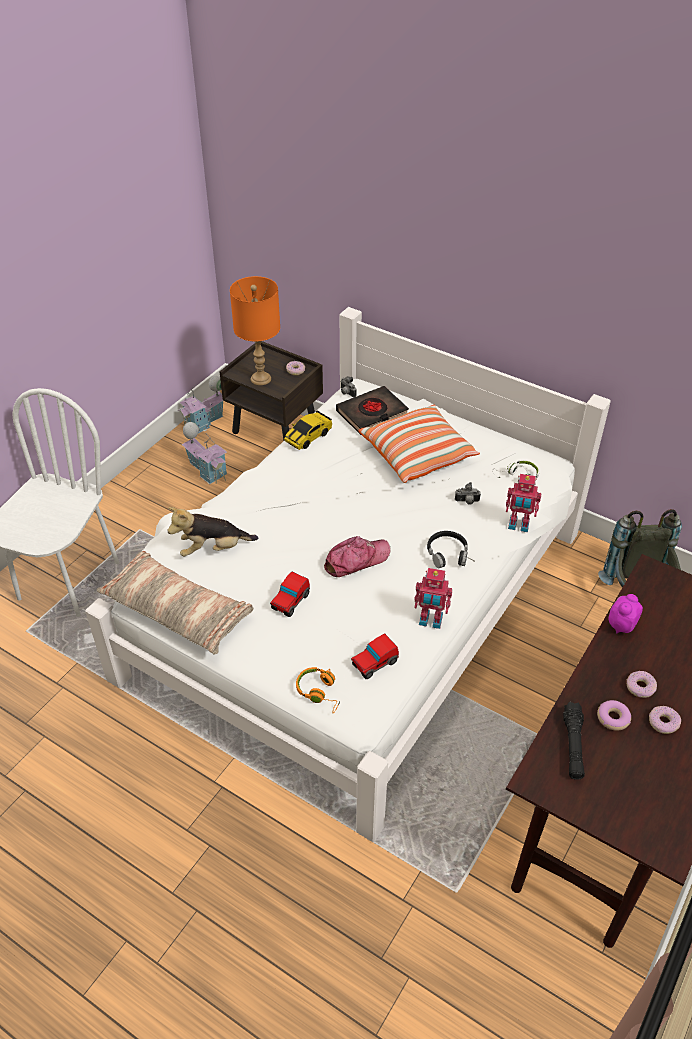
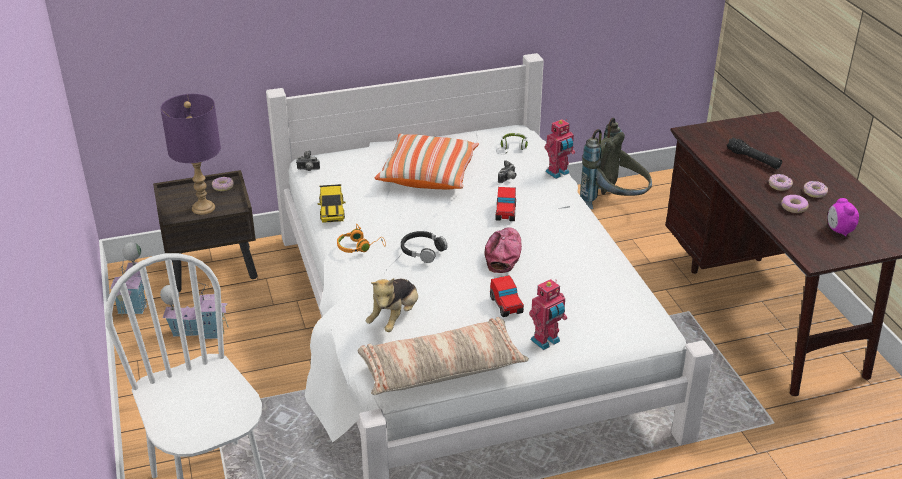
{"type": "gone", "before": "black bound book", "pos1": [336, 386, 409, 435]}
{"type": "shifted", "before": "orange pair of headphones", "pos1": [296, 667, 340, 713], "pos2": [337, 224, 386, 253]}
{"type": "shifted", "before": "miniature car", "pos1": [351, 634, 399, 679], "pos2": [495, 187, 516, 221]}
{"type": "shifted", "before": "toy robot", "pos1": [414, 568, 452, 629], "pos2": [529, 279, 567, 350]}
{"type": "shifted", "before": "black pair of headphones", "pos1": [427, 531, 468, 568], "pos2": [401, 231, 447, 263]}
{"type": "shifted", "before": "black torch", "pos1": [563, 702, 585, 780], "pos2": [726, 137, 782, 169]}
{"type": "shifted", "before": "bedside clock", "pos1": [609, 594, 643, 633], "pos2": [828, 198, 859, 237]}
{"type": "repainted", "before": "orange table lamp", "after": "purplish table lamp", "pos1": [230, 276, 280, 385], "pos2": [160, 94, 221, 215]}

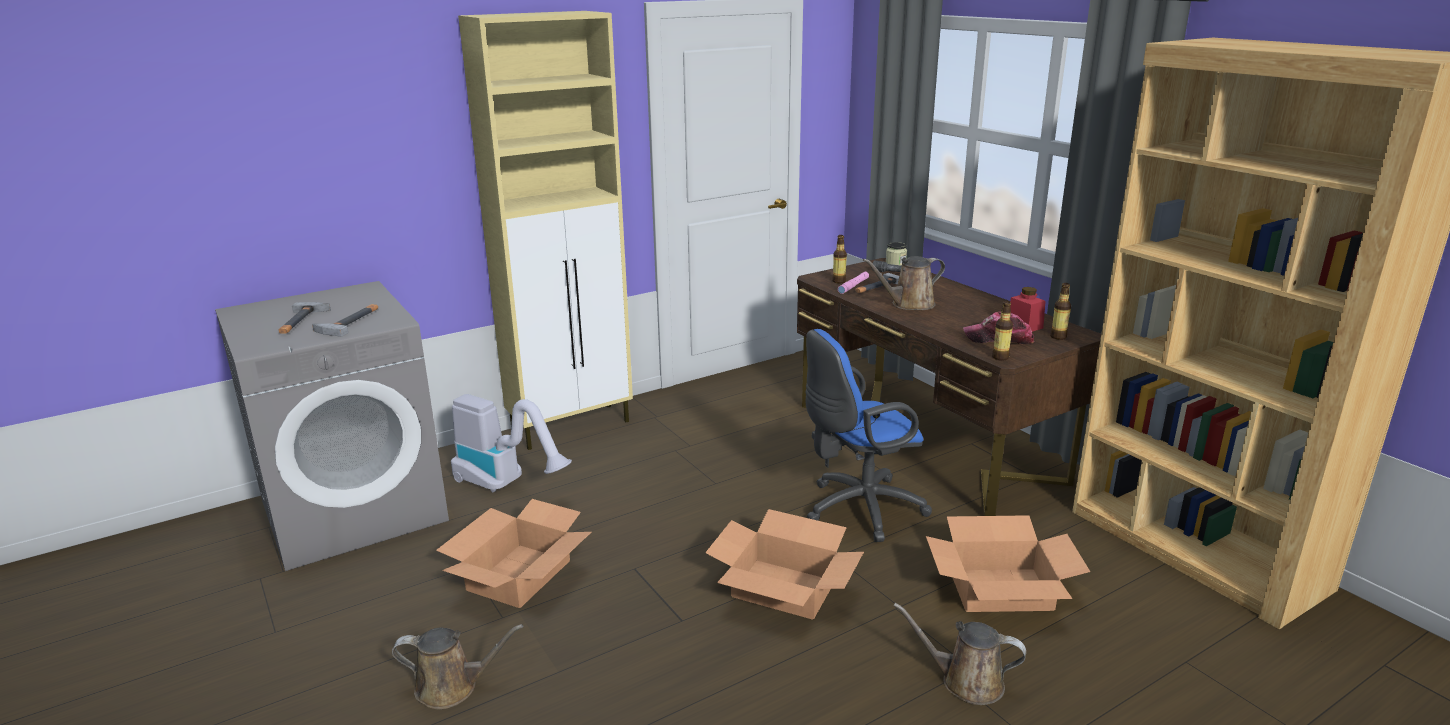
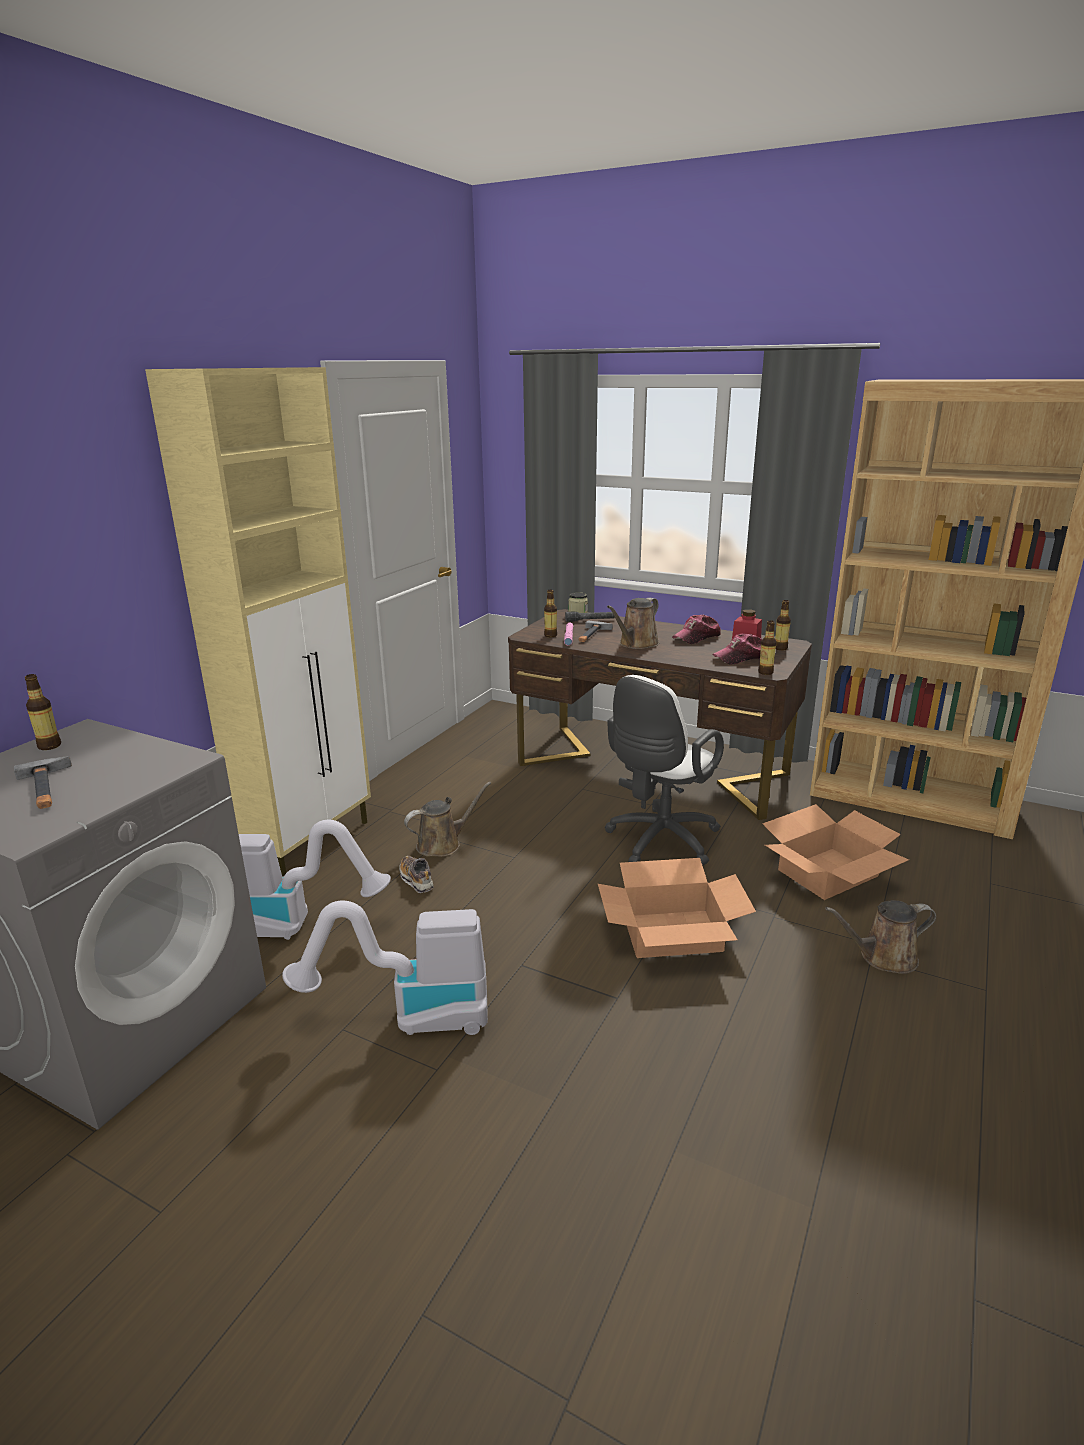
{"type": "gone", "before": "tool hammer", "pos1": [312, 304, 378, 337]}
{"type": "new", "after": "bottle", "pos2": [25, 674, 61, 750]}
{"type": "new", "after": "low shoe", "pos2": [399, 856, 433, 893]}
{"type": "new", "after": "cap", "pos2": [672, 614, 721, 644]}
{"type": "shifted", "before": "brown watering can", "pos1": [392, 624, 523, 709], "pos2": [404, 782, 491, 857]}
{"type": "swapped", "before": "carton", "after": "vacuum", "pos1": [436, 499, 591, 608], "pos2": [282, 901, 488, 1035]}
{"type": "repainted", "before": "bluish office chair", "after": "white-coloured office chair", "pos1": [806, 329, 932, 542], "pos2": [604, 675, 724, 866]}

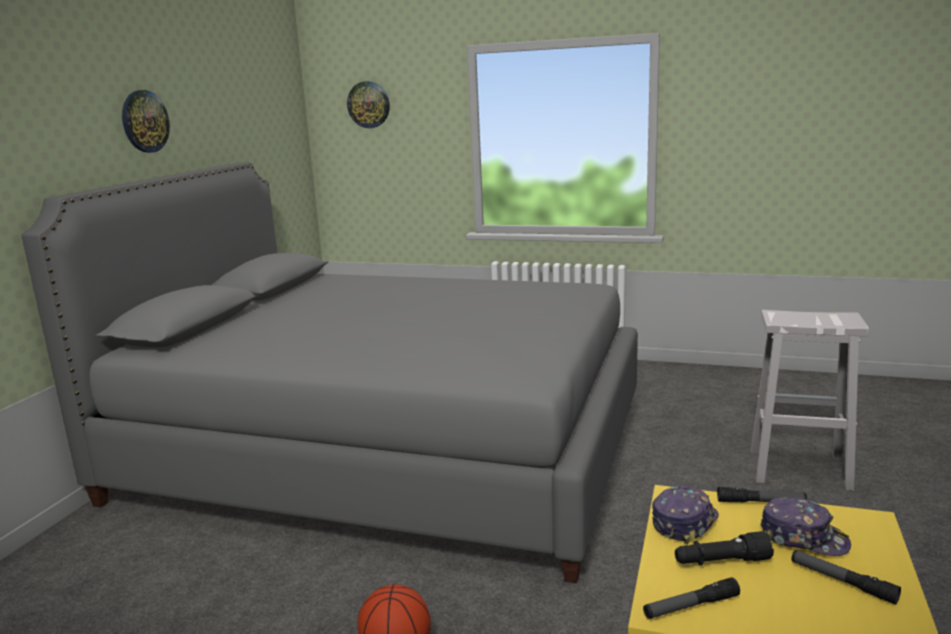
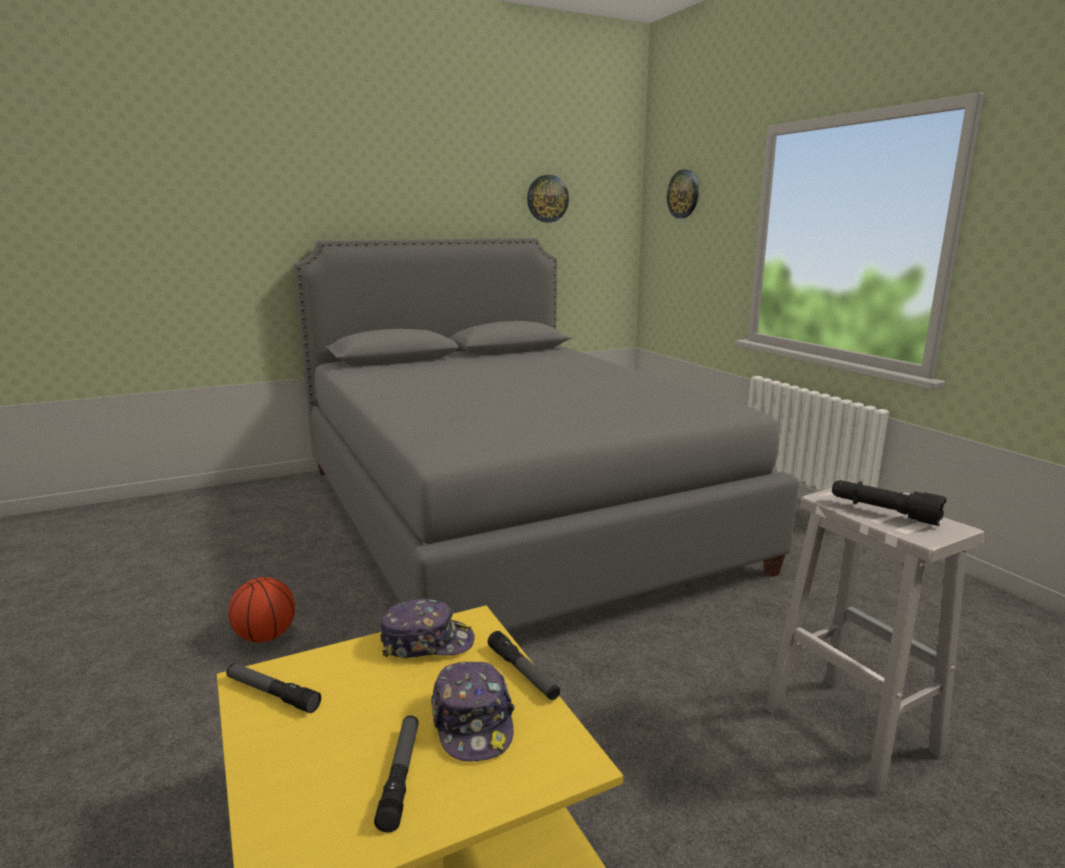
{"type": "shifted", "before": "wall clock", "pos1": [122, 90, 170, 153], "pos2": [527, 175, 569, 222]}
{"type": "shifted", "before": "black torch", "pos1": [675, 531, 774, 565], "pos2": [832, 480, 946, 526]}

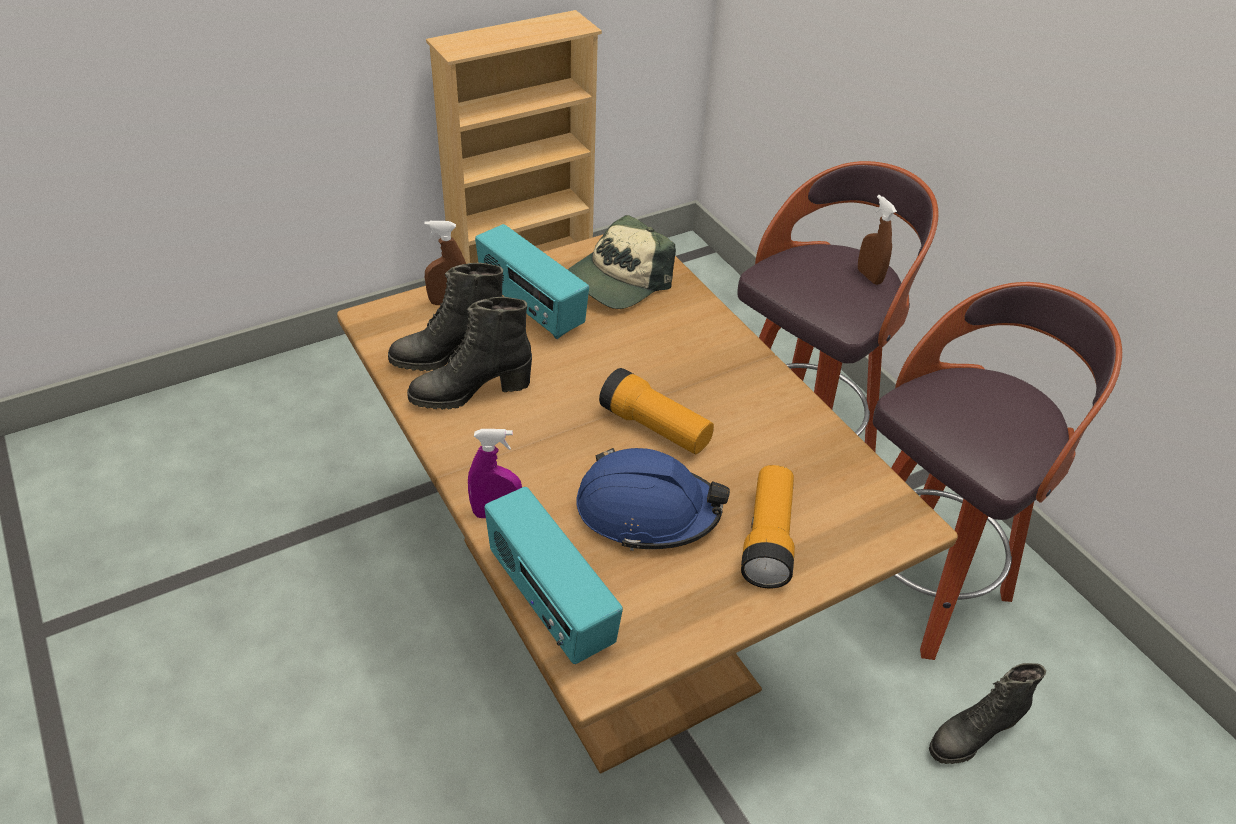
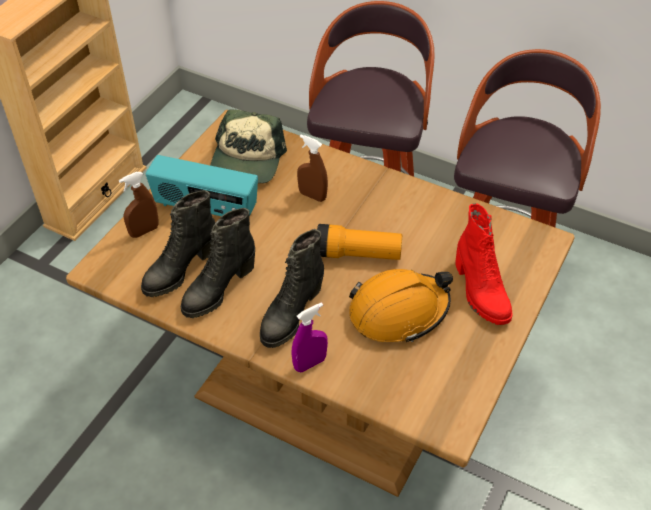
{"type": "gone", "before": "radio receiver", "pos1": [484, 487, 623, 664]}
{"type": "shifted", "before": "brown spray bottle", "pos1": [858, 195, 897, 285], "pos2": [297, 135, 328, 202]}
{"type": "shifted", "before": "black boot", "pos1": [929, 663, 1046, 764], "pos2": [260, 229, 324, 348]}
{"type": "swapped", "before": "torch", "after": "red-coloured boot", "pos1": [741, 465, 795, 589], "pos2": [455, 203, 512, 325]}
{"type": "repainted", "before": "bluish safety helmet", "after": "orange safety helmet", "pos1": [576, 448, 730, 551], "pos2": [349, 269, 453, 342]}

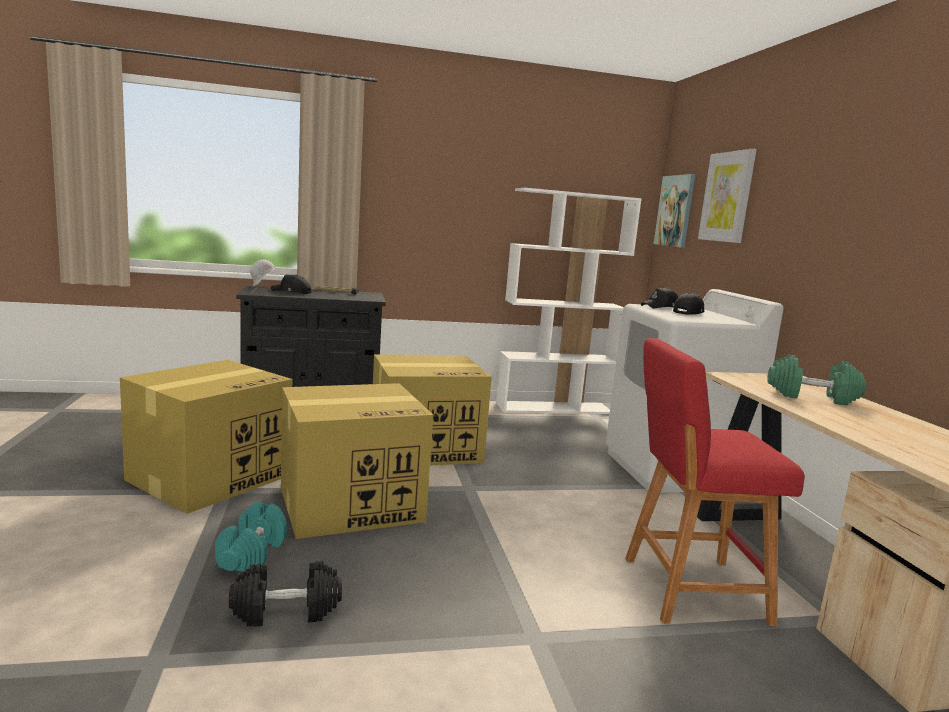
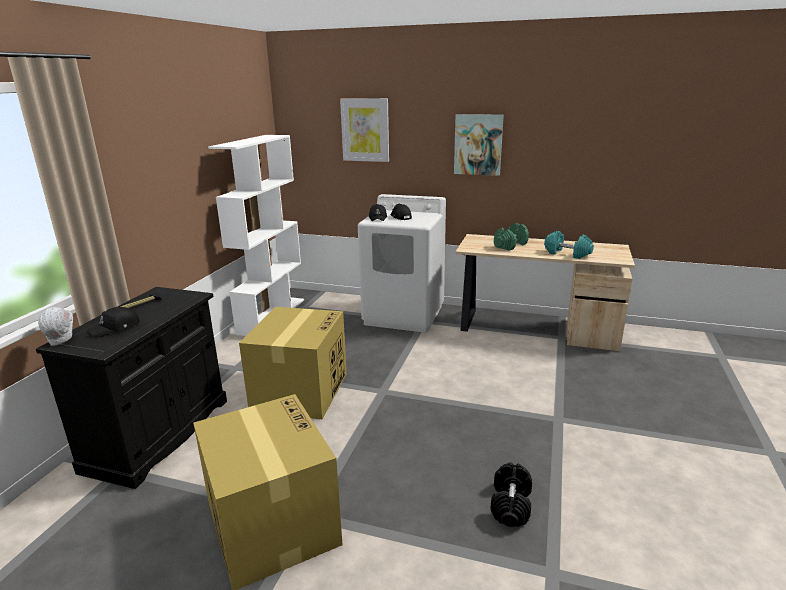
{"type": "gone", "before": "carton", "pos1": [281, 383, 433, 539]}
{"type": "gone", "before": "red-coloured sitting stool", "pos1": [625, 338, 805, 626]}
{"type": "shifted", "before": "blue-green hand weight", "pos1": [215, 502, 287, 571], "pos2": [544, 231, 594, 259]}
{"type": "shifted", "before": "picture", "pos1": [654, 174, 695, 248], "pos2": [454, 114, 504, 176]}

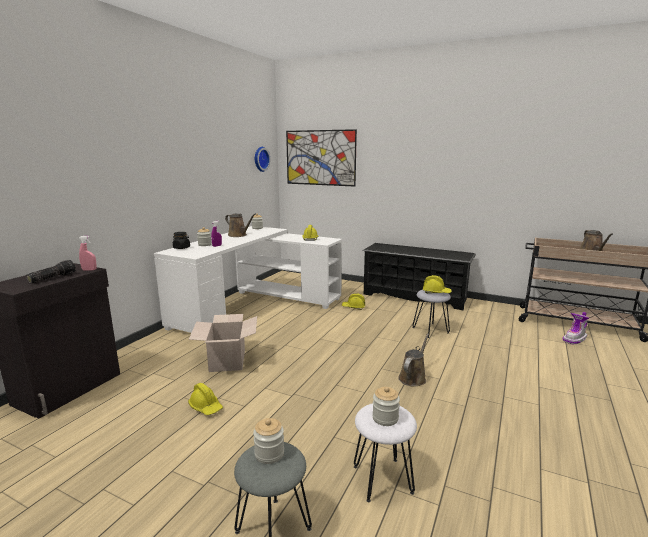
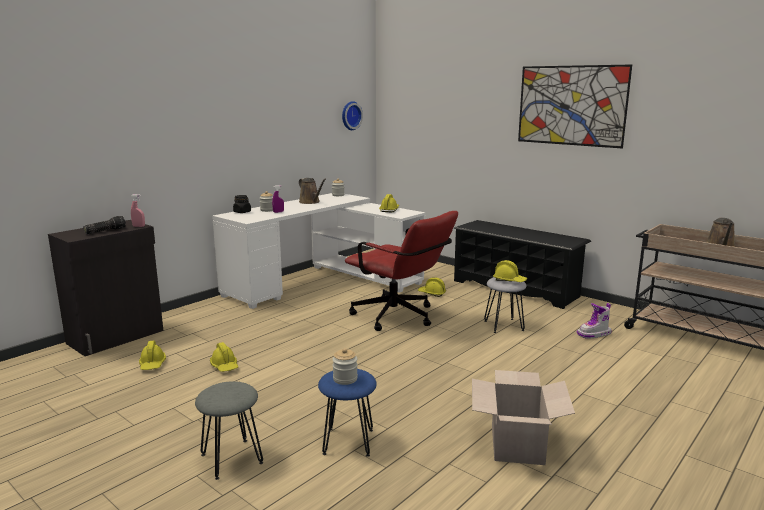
{"type": "gone", "before": "preserve jar", "pos1": [253, 418, 284, 464]}
{"type": "gone", "before": "brown watering can", "pos1": [398, 333, 429, 387]}
{"type": "new", "after": "yellow-coloured safety helmet", "pos2": [139, 341, 166, 370]}
{"type": "new", "after": "red-coloured office chair", "pos2": [345, 211, 458, 331]}
{"type": "shifted", "before": "carton", "pos1": [189, 314, 257, 372], "pos2": [472, 370, 575, 465]}
{"type": "shifted", "before": "picture", "pos1": [286, 129, 357, 187], "pos2": [518, 64, 632, 149]}
{"type": "shifted", "before": "boot", "pos1": [563, 312, 589, 344], "pos2": [577, 303, 612, 339]}
{"type": "repainted", "before": "white-coloured sitting stool", "after": "bluish sitting stool", "pos1": [354, 403, 417, 503], "pos2": [318, 369, 377, 457]}

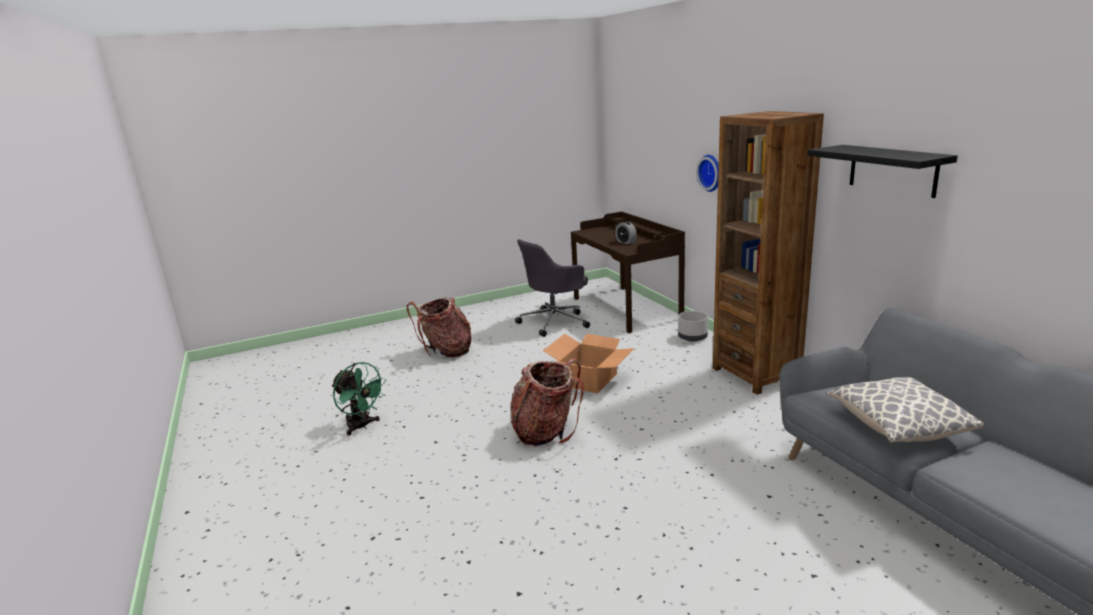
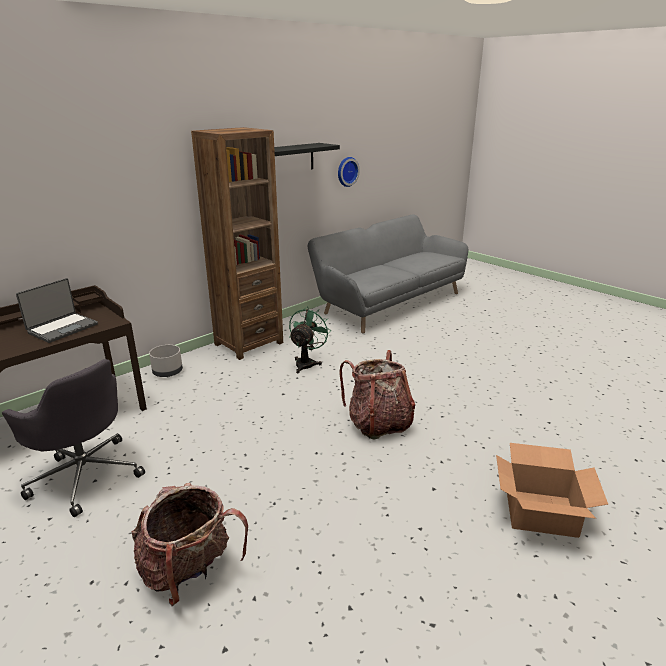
{"type": "gone", "before": "throw pillow", "pos1": [826, 377, 984, 443]}
{"type": "shifted", "before": "greenish cooling fan", "pos1": [332, 362, 387, 436], "pos2": [289, 307, 331, 373]}
{"type": "shifted", "before": "carton", "pos1": [543, 334, 634, 394], "pos2": [496, 443, 608, 538]}
{"type": "shifted", "before": "wall clock", "pos1": [696, 155, 719, 192], "pos2": [338, 157, 360, 187]}
{"type": "swapped", "before": "bedside clock", "after": "laptop", "pos1": [615, 221, 637, 244], "pos2": [16, 278, 98, 343]}

